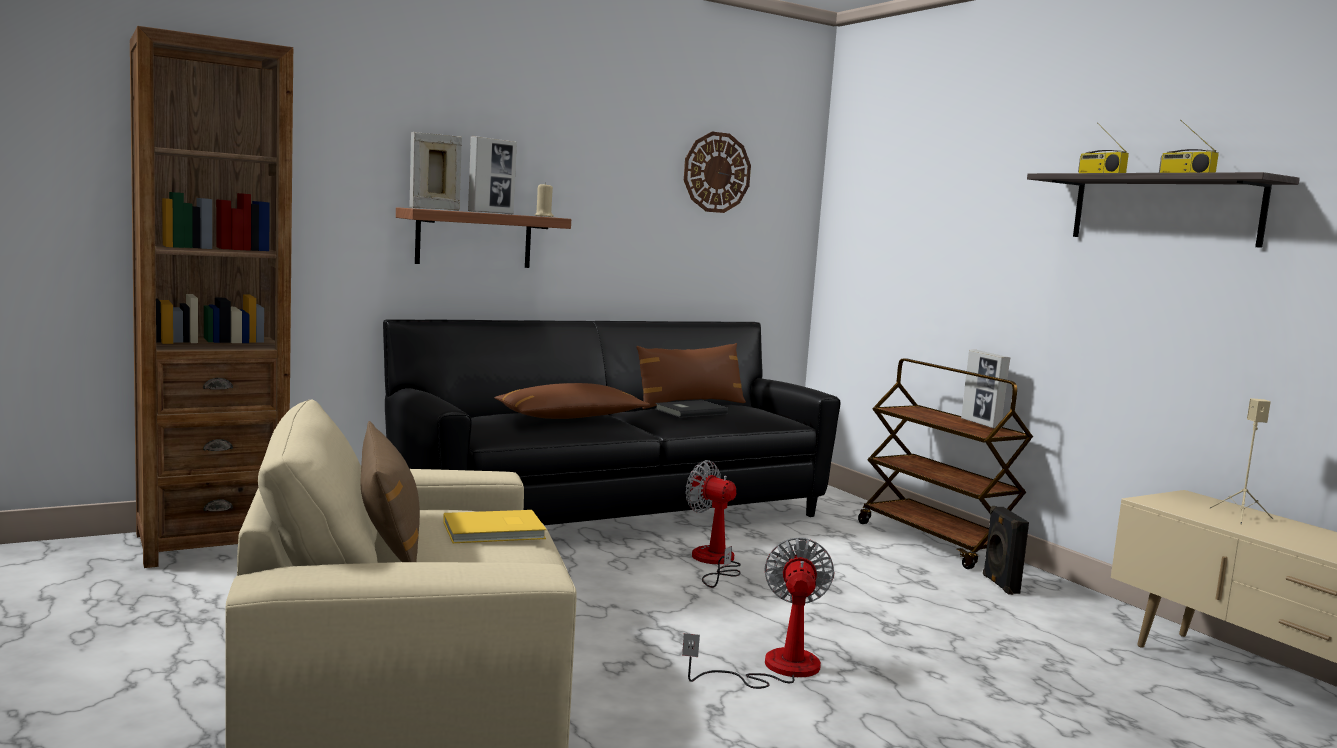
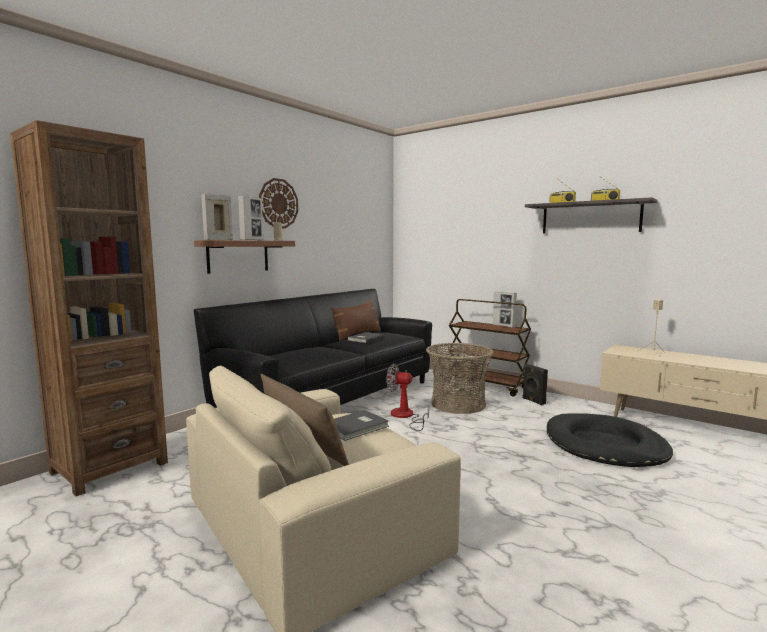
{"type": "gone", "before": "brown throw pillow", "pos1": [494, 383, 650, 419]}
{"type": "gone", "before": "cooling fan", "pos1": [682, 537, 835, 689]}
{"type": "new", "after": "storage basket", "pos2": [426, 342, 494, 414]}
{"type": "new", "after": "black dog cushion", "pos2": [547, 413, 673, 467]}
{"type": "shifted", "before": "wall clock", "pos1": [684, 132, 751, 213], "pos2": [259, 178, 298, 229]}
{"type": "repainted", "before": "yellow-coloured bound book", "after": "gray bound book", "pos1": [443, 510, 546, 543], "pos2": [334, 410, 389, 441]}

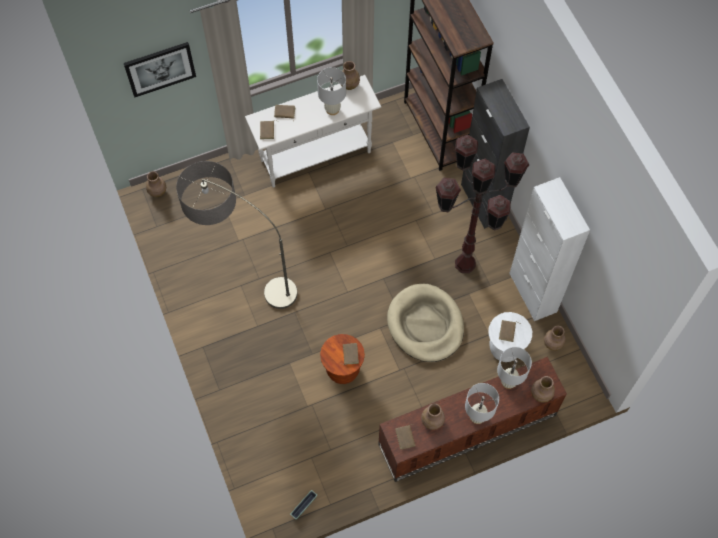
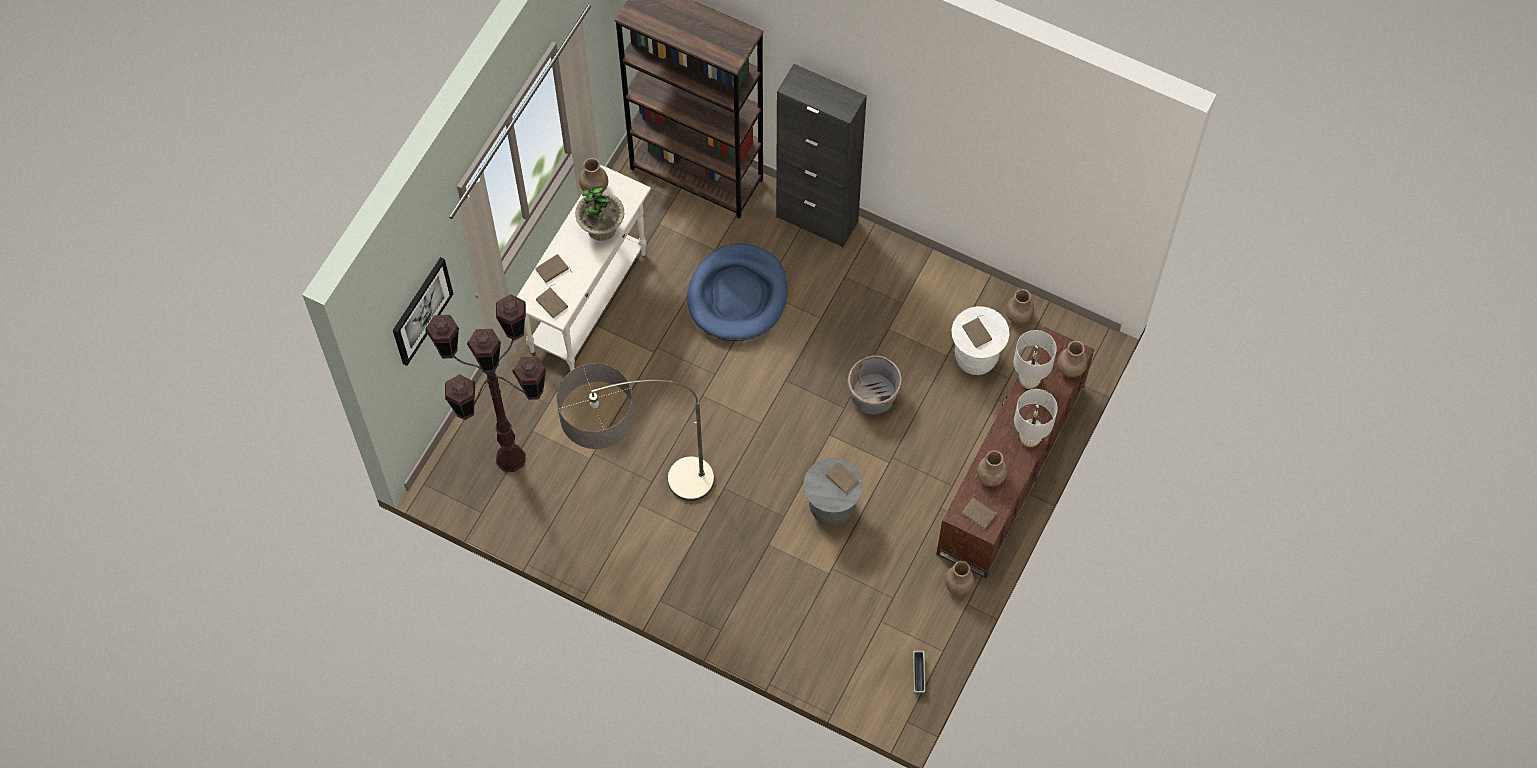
{"type": "gone", "before": "white-coloured cupboard", "pos1": [509, 177, 590, 321]}
{"type": "new", "after": "bluish dog cushion", "pos2": [687, 244, 788, 341]}
{"type": "shifted", "before": "brown flower vase", "pos1": [146, 171, 166, 197], "pos2": [944, 561, 974, 595]}
{"type": "shifted", "before": "brown standing lamp", "pos1": [435, 135, 529, 273], "pos2": [425, 294, 547, 472]}
{"type": "swapped", "before": "white-coloured table lamp", "after": "plant in a pot", "pos1": [317, 67, 346, 115], "pos2": [575, 184, 625, 241]}
{"type": "swapped", "before": "beige dog cushion", "after": "gray plant pot", "pos1": [387, 284, 464, 362], "pos2": [847, 355, 902, 415]}
{"type": "repainted", "before": "brown sitting stool", "after": "gray sitting stool", "pos1": [320, 334, 365, 384], "pos2": [804, 458, 863, 527]}

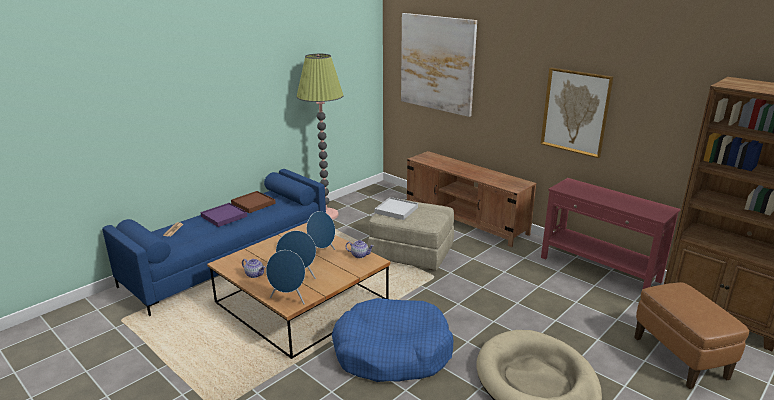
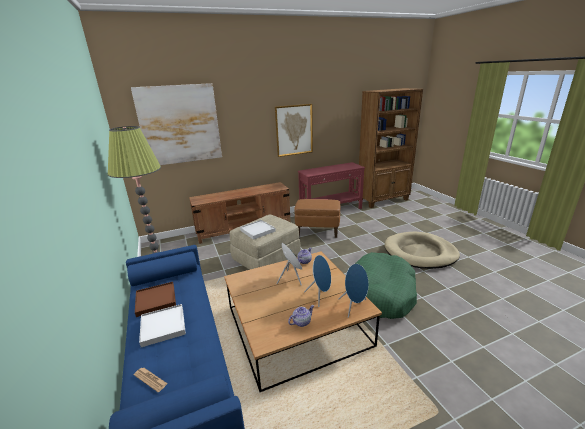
{"type": "shifted", "before": "brown footrest", "pos1": [634, 282, 749, 389], "pos2": [294, 199, 340, 238]}
{"type": "repainted", "before": "purplish serving tray", "after": "white-coloured serving tray", "pos1": [200, 203, 247, 227], "pos2": [139, 304, 186, 347]}
{"type": "repainted", "before": "bluish dog cushion", "after": "greenish dog cushion", "pos1": [332, 298, 454, 382], "pos2": [355, 252, 417, 319]}

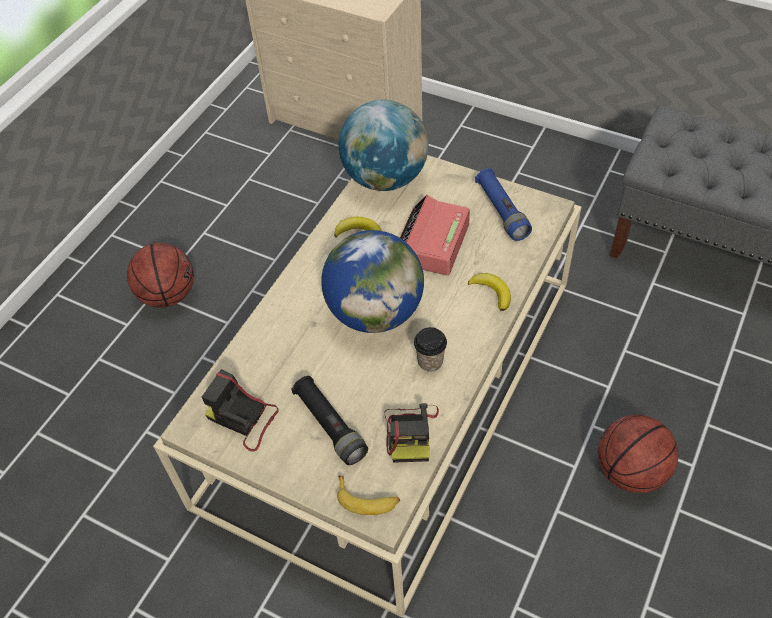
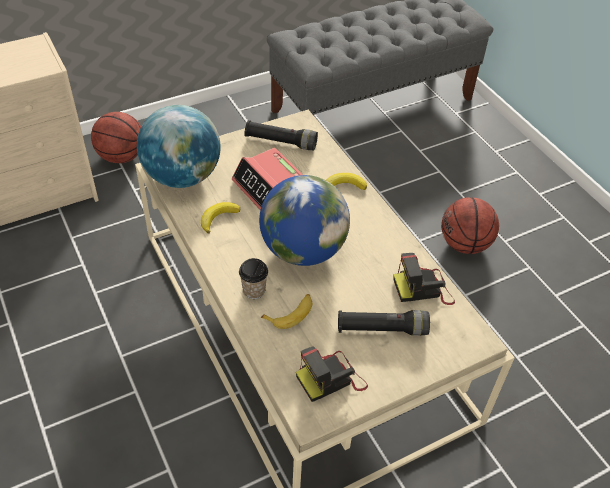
{"type": "shifted", "before": "basketball", "pos1": [127, 243, 194, 308], "pos2": [91, 112, 141, 163]}
{"type": "shifted", "before": "banana fruit", "pos1": [337, 476, 400, 515], "pos2": [261, 294, 312, 329]}
{"type": "shifted", "before": "small cup", "pos1": [414, 327, 447, 372], "pos2": [239, 258, 268, 299]}
{"type": "repainted", "before": "bluish torch", "after": "black torch", "pos1": [475, 168, 532, 241], "pos2": [244, 120, 318, 150]}
{"type": "rotated", "before": "photo camera", "pos1": [384, 403, 439, 463], "pos2": [393, 253, 455, 305], "turn": 135}

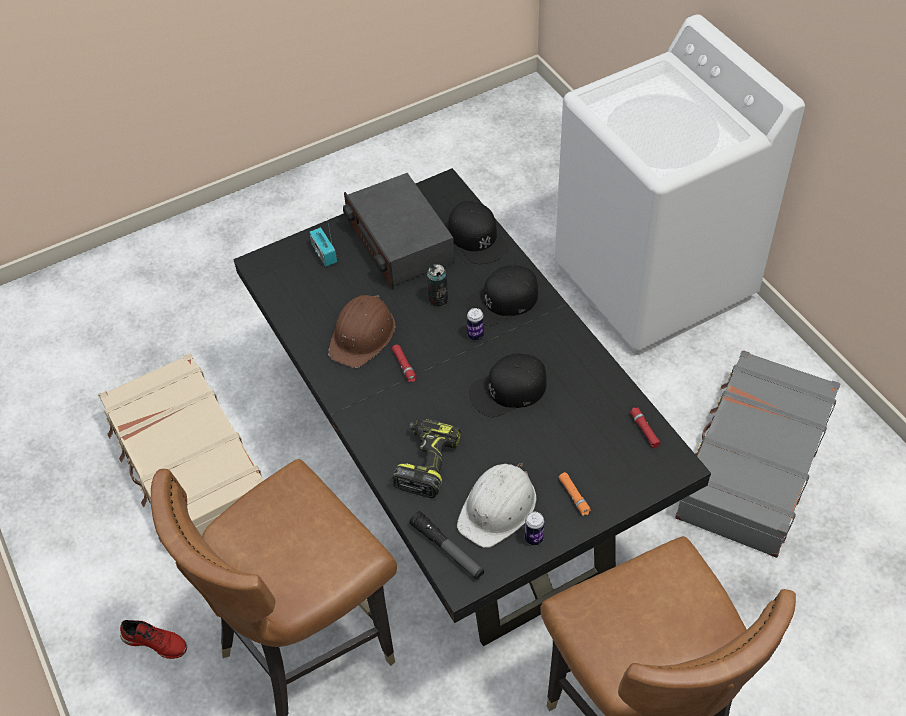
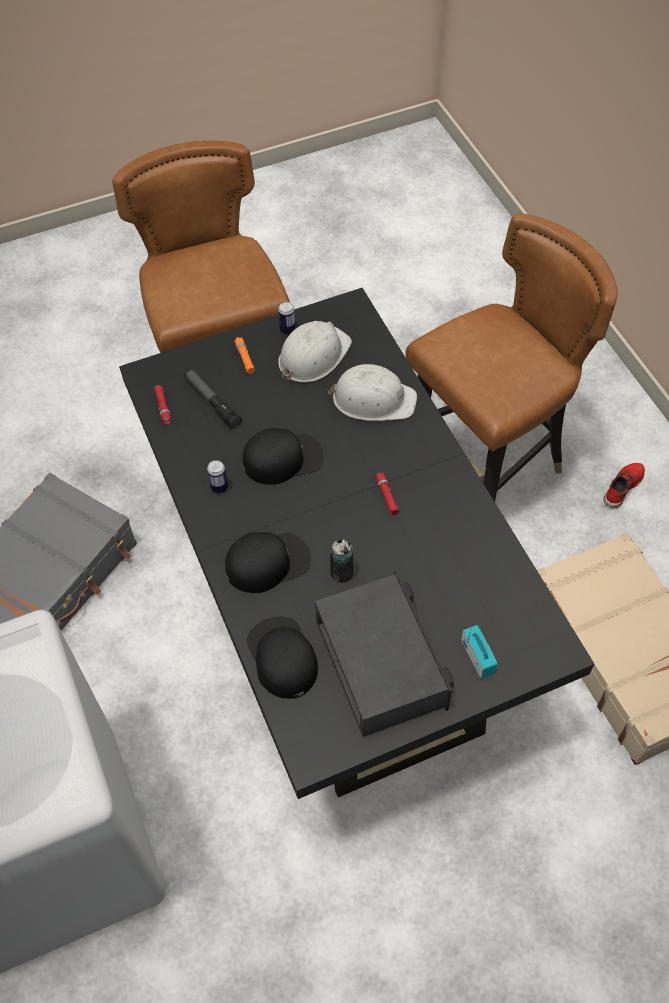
{"type": "gone", "before": "brown safety helmet", "pos1": [328, 295, 395, 368]}
{"type": "shifted", "before": "torch", "pos1": [409, 511, 484, 580], "pos2": [185, 369, 242, 429]}
{"type": "shifted", "before": "metal can", "pos1": [467, 308, 484, 341], "pos2": [207, 460, 228, 493]}
{"type": "swapped", "before": "drill", "after": "white-coloured safety helmet", "pos1": [392, 418, 461, 498], "pos2": [327, 364, 417, 421]}
{"type": "rotated", "before": "red-coloured low shoe", "pos1": [120, 620, 187, 659], "pos2": [603, 463, 645, 508], "turn": 105}

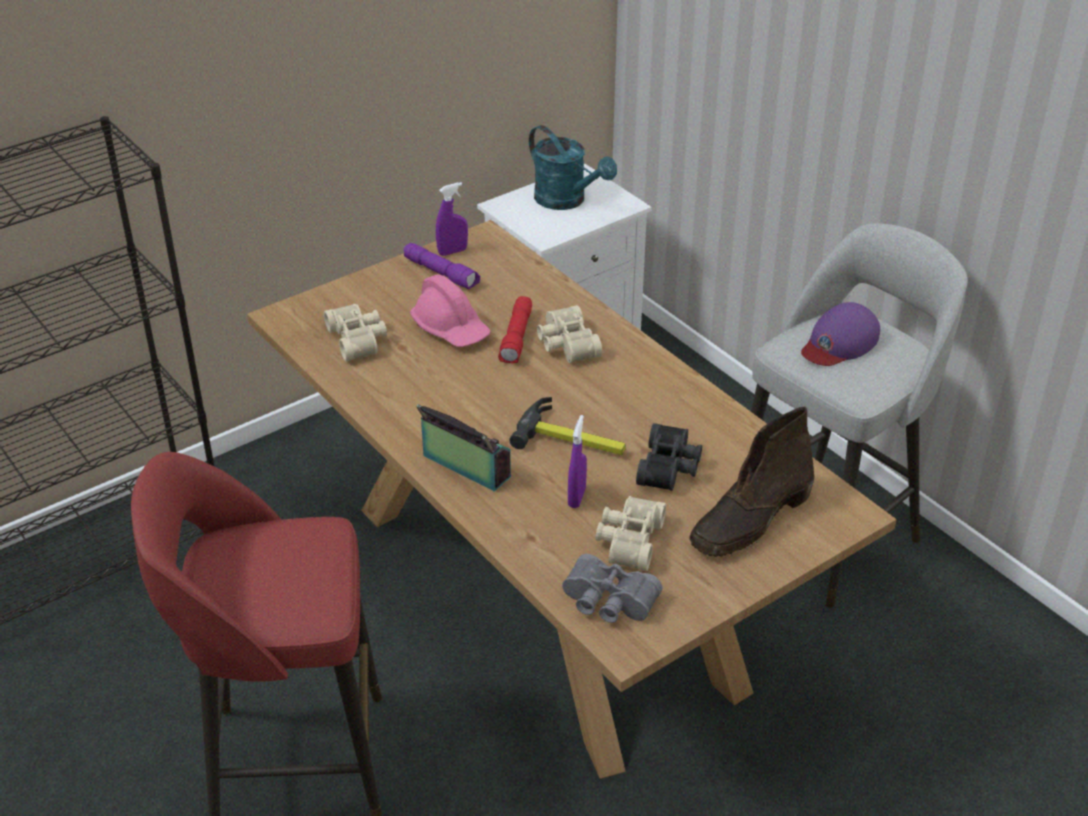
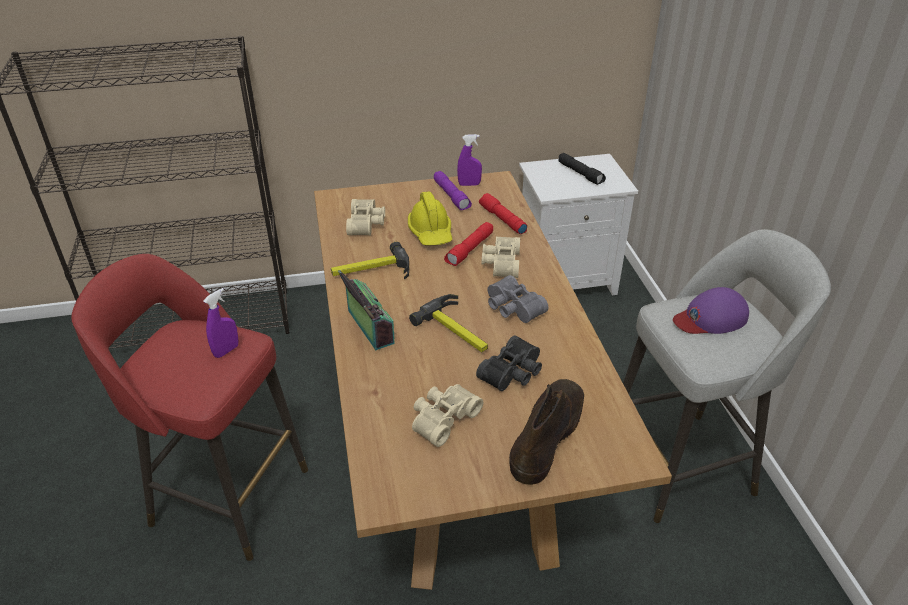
{"type": "new", "after": "tool hammer", "pos2": [331, 242, 409, 280]}
{"type": "new", "after": "red-coloured torch", "pos2": [479, 193, 527, 234]}
{"type": "shifted", "before": "gray binoculars", "pos1": [562, 554, 663, 623], "pos2": [488, 275, 549, 323]}
{"type": "shifted", "before": "purplish spray bottle", "pos1": [568, 415, 587, 508], "pos2": [203, 288, 239, 358]}
{"type": "swapped", "before": "blue-green watering can", "after": "black torch", "pos1": [529, 125, 617, 210], "pos2": [558, 153, 606, 185]}
{"type": "repainted", "before": "pink safety helmet", "after": "yellow-coloured safety helmet", "pos1": [410, 275, 491, 347], "pos2": [408, 191, 452, 245]}
{"type": "rotated", "before": "brown boot", "pos1": [690, 407, 814, 557], "pos2": [509, 379, 584, 485], "turn": 135}

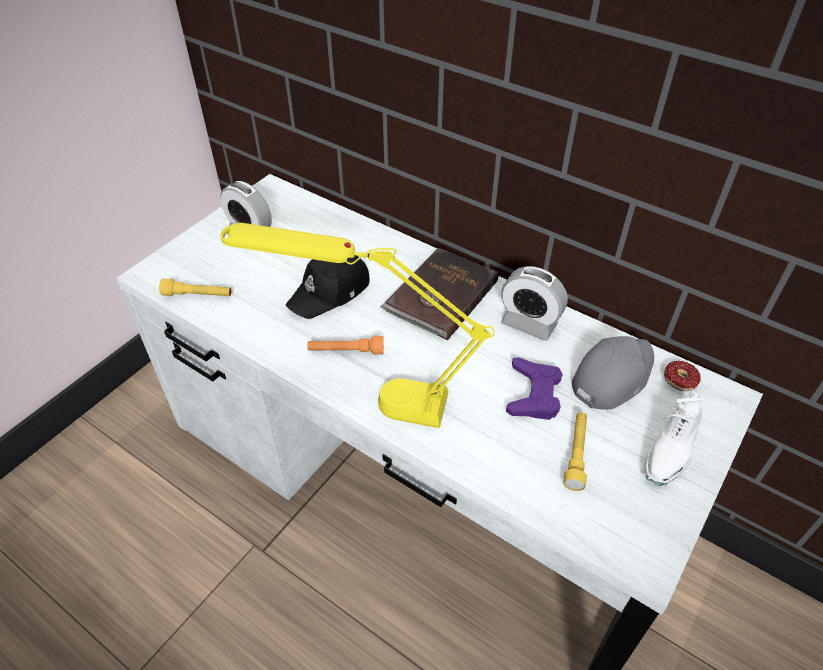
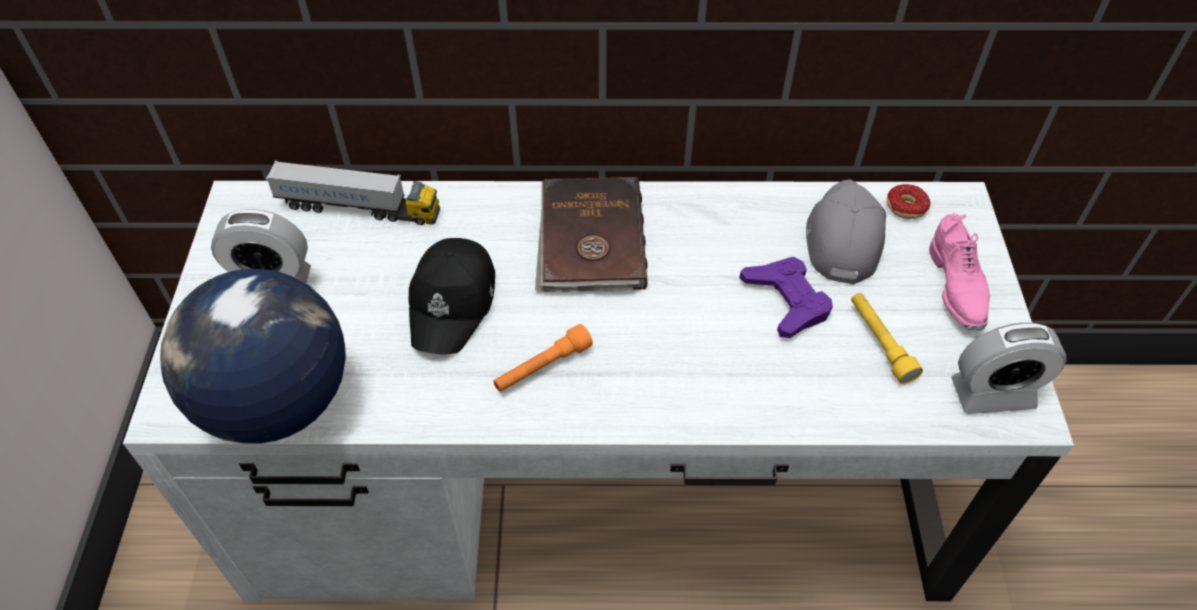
{"type": "gone", "before": "yellow-coloured table lamp", "pos1": [221, 223, 494, 428]}
{"type": "new", "after": "toy lorry", "pos2": [266, 160, 440, 225]}
{"type": "shifted", "before": "bedside clock", "pos1": [501, 266, 568, 341], "pos2": [951, 323, 1066, 414]}
{"type": "swapped", "before": "yellow-coloured torch", "after": "globe", "pos1": [159, 279, 232, 296], "pos2": [160, 269, 346, 444]}
{"type": "repainted", "before": "white-coloured low shoe", "after": "pink low shoe", "pos1": [645, 392, 706, 486], "pos2": [929, 213, 990, 331]}

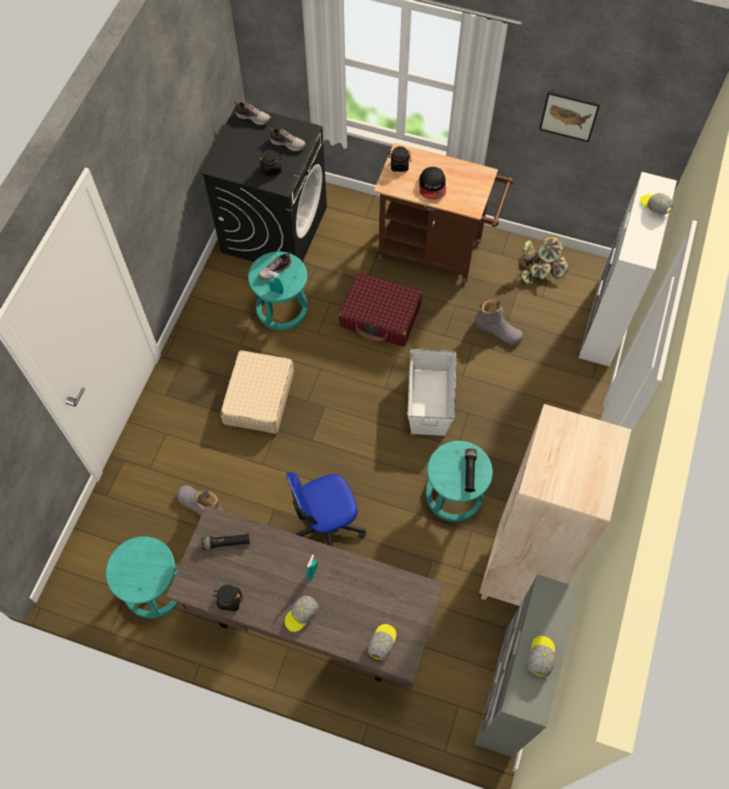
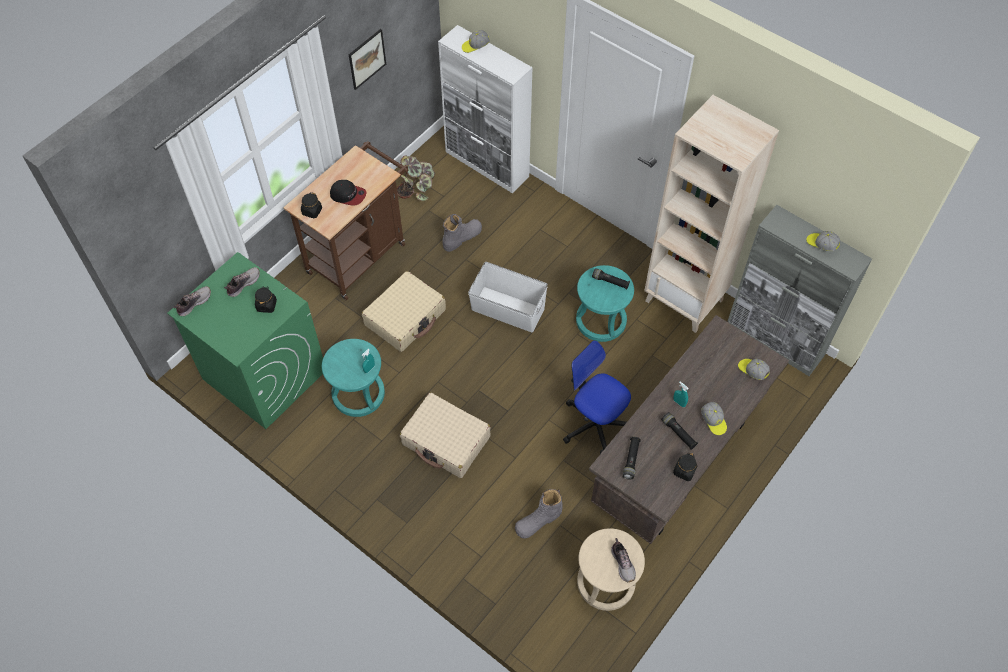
{"type": "new", "after": "black torch", "pos2": [661, 412, 698, 450]}
{"type": "shifted", "before": "low shoe", "pos1": [258, 252, 292, 281], "pos2": [611, 538, 636, 582]}
{"type": "repainted", "before": "blue-green sitting stool", "after": "beige sitting stool", "pos1": [106, 536, 179, 618], "pos2": [577, 528, 645, 611]}
{"type": "repainted", "before": "black laundry appliance", "after": "greenish laundry appliance", "pos1": [200, 106, 327, 262], "pos2": [167, 252, 323, 429]}
{"type": "repainted", "before": "red-coloured suitcase", "after": "beige suitcase", "pos1": [339, 272, 422, 346], "pos2": [362, 271, 446, 352]}
{"type": "rotated", "before": "office chair", "pos1": [286, 472, 366, 546], "pos2": [563, 340, 631, 454], "turn": 135}

